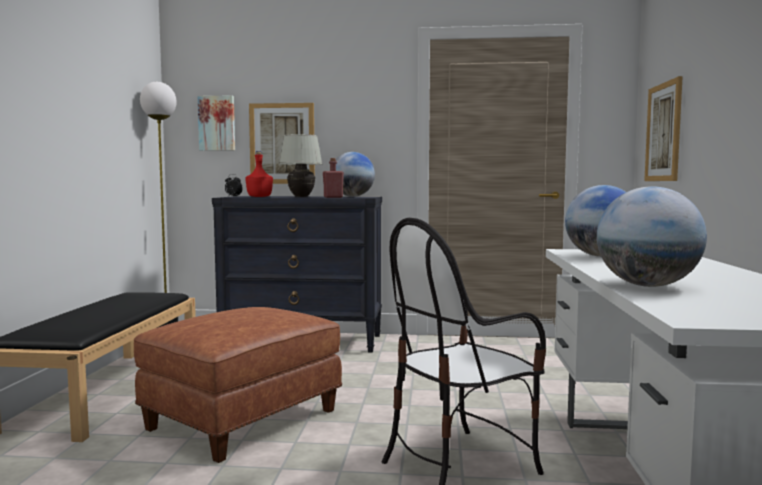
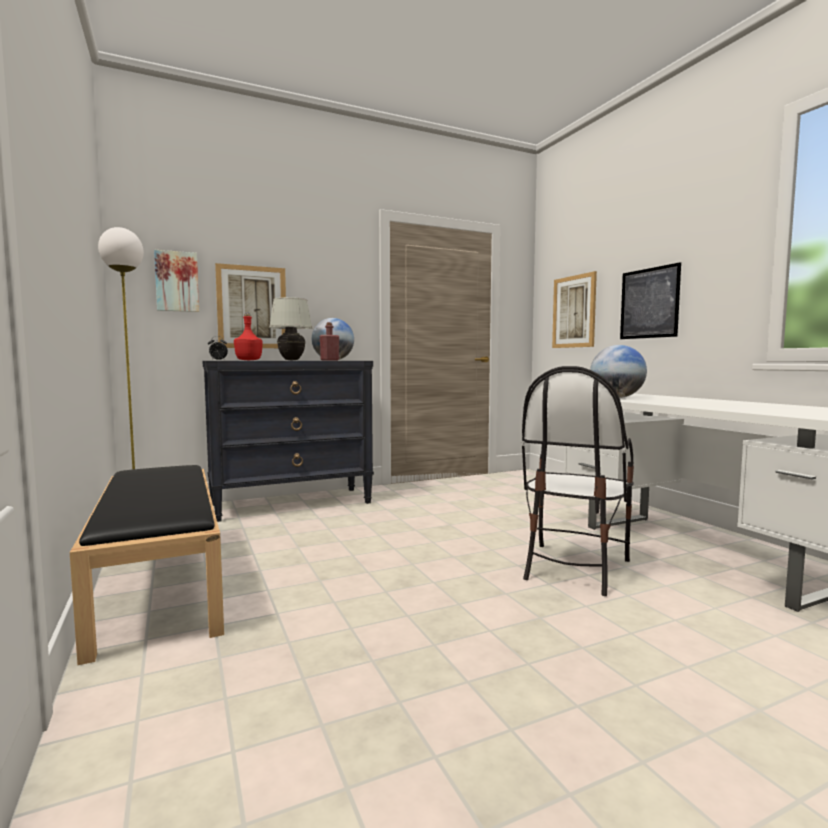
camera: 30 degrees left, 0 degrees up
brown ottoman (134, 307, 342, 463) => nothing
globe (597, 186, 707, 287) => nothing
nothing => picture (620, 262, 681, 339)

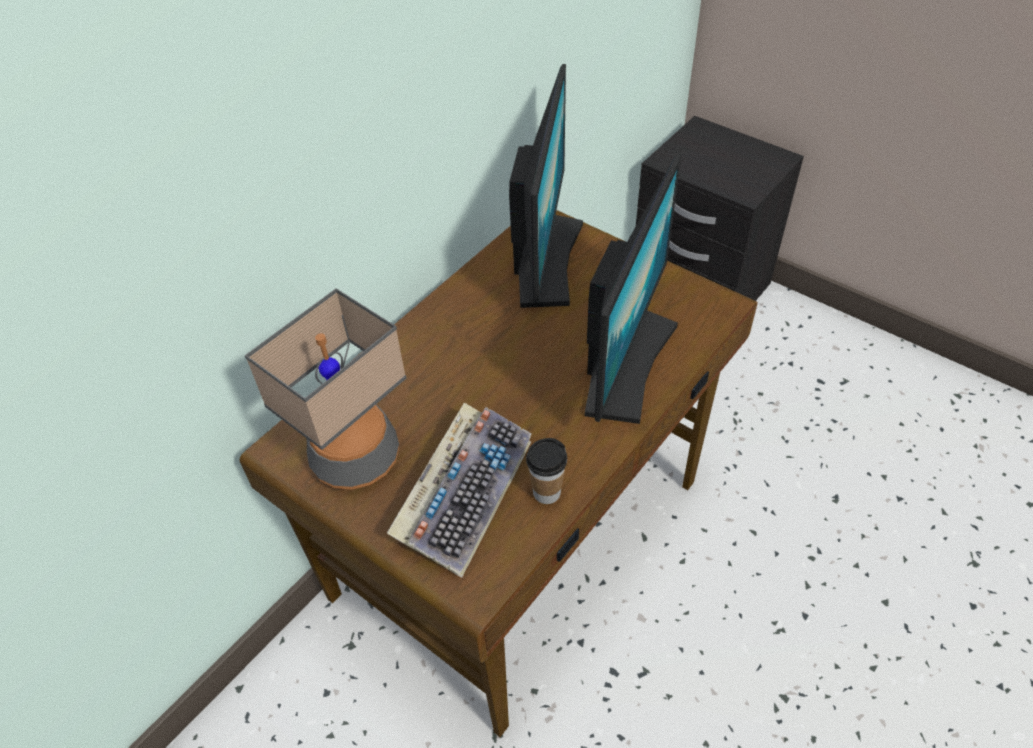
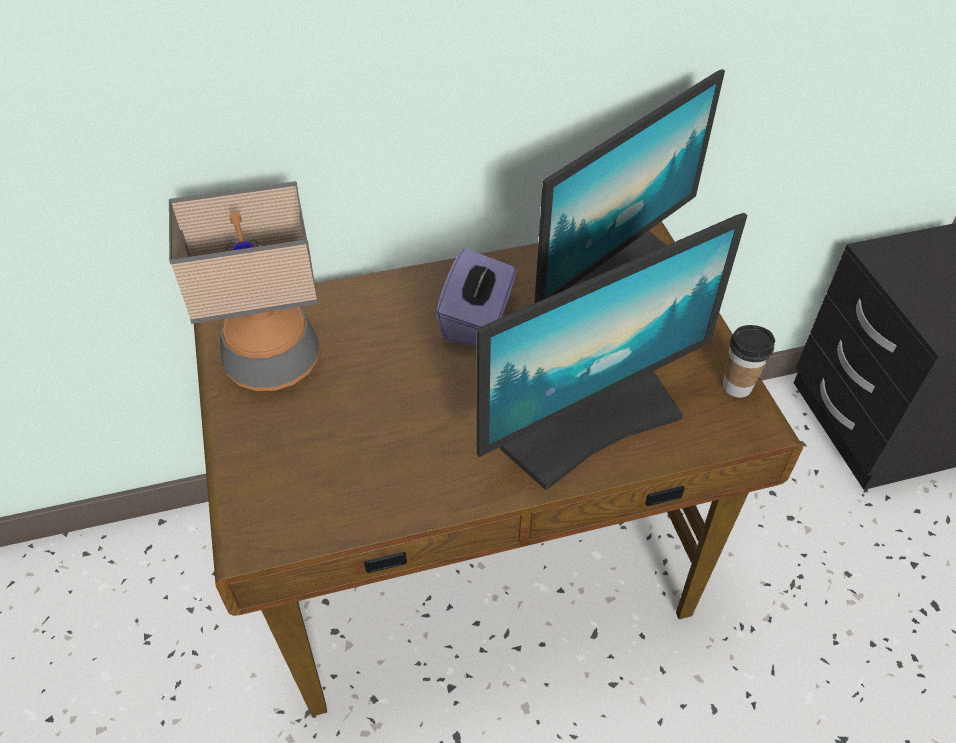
camera: 35 degrees right, 0 degrees up
keyboard (387, 403, 532, 577) => nothing
nothing => purple tissue box (436, 248, 516, 346)
cup (526, 438, 567, 504) => cup (723, 325, 775, 398), relocated

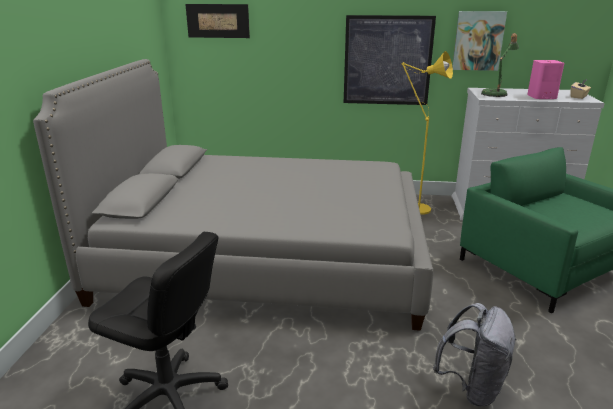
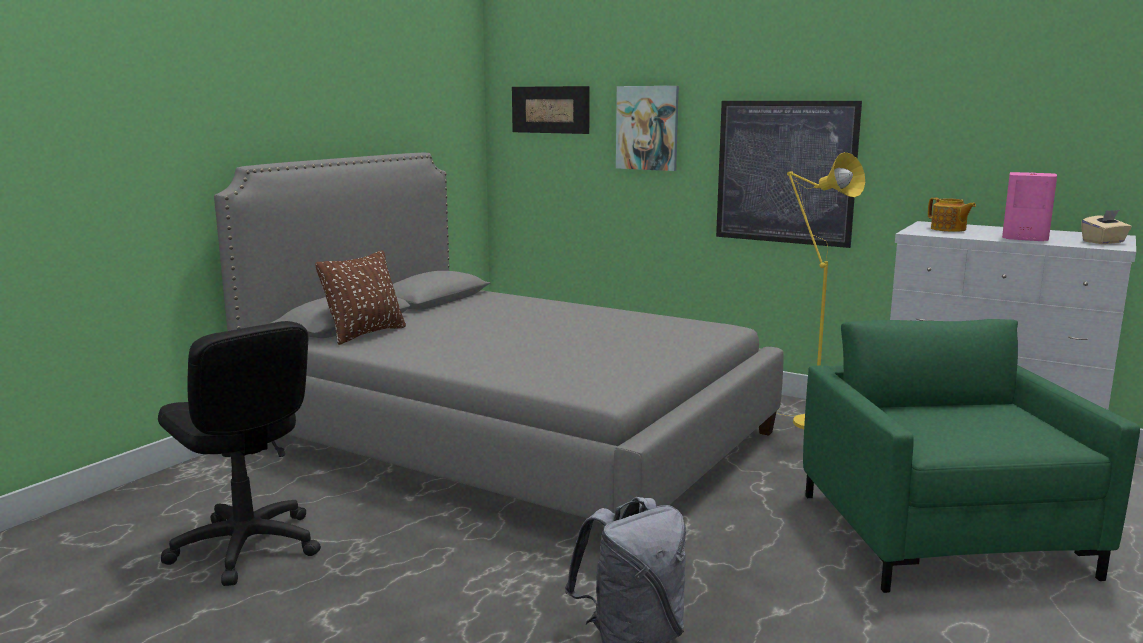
camera: 25 degrees right, 10 degrees down
nothing => brown pillow (315, 250, 406, 345)
picture (452, 11, 507, 71) => picture (616, 86, 679, 171), relocated
table lamp (481, 33, 519, 97) => teapot (928, 198, 976, 232)

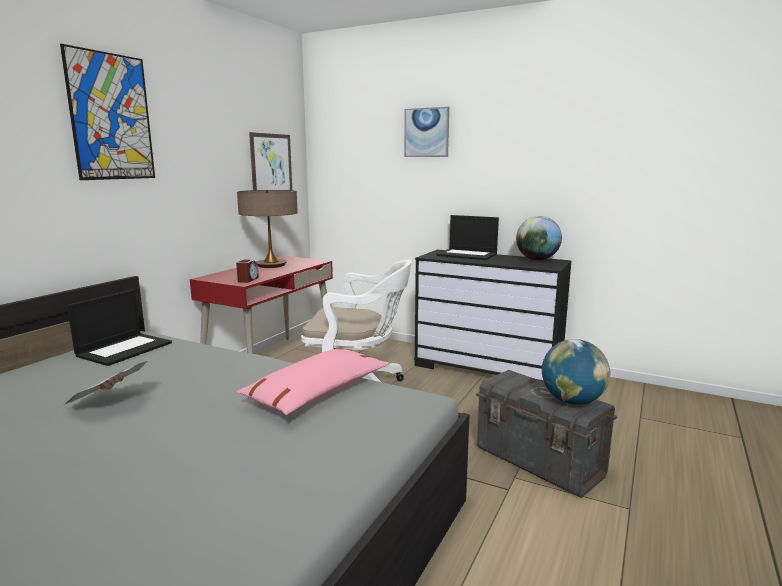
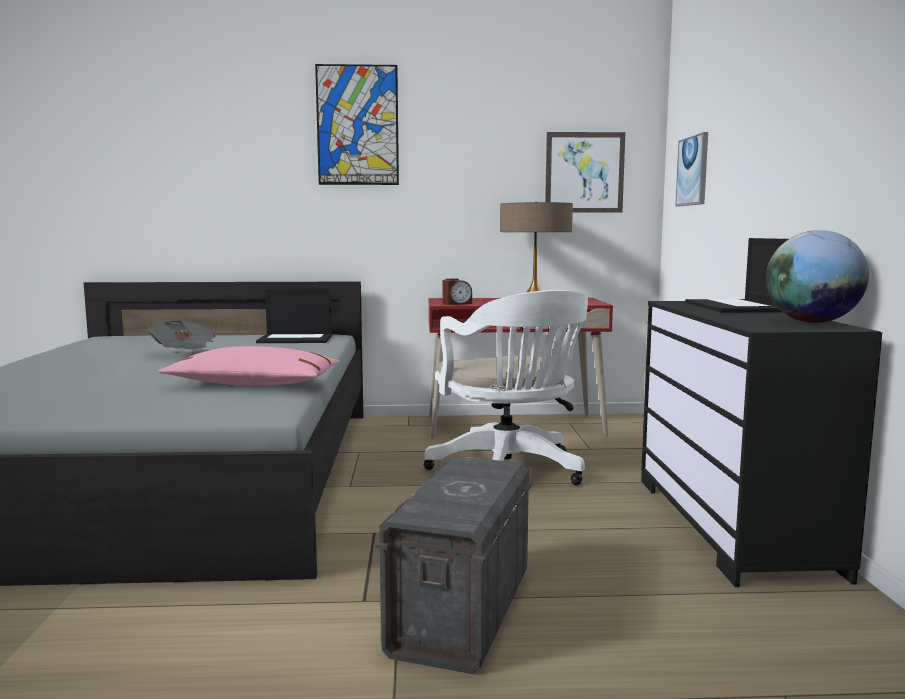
camera: 60 degrees right, 5 degrees down
globe (542, 339, 610, 405) => nothing
picture (404, 107, 449, 157) => picture (675, 132, 708, 206), relocated

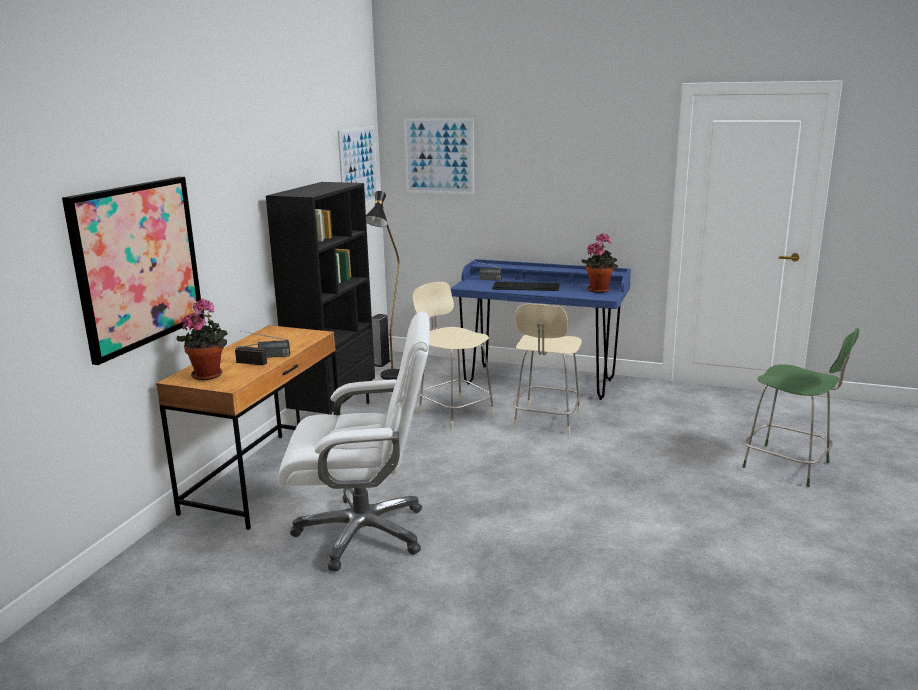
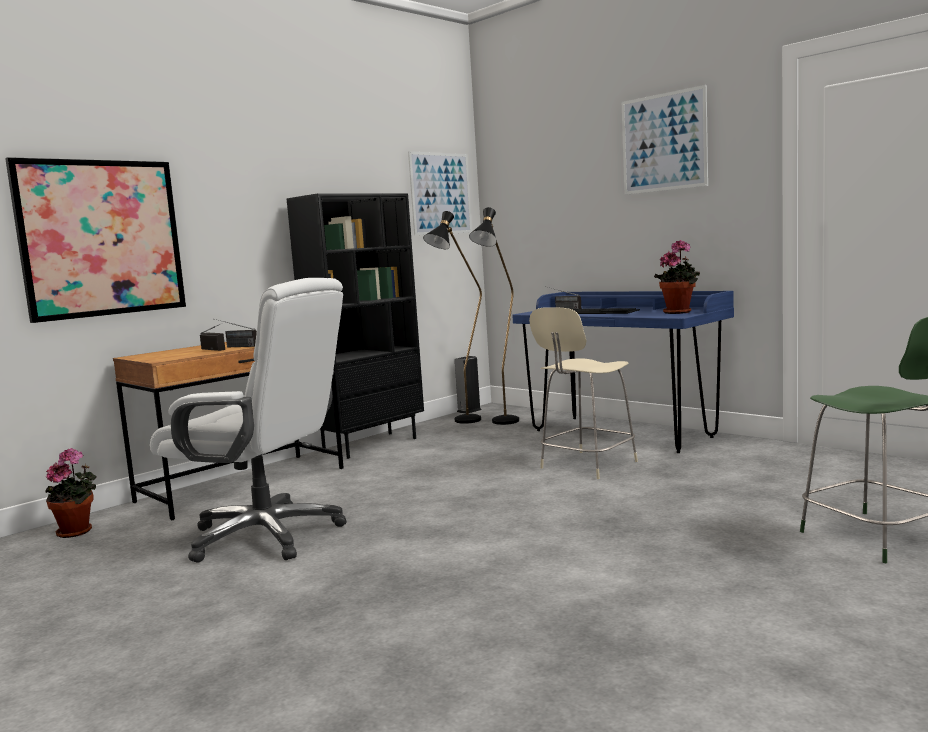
camera: 25 degrees right, 10 degrees down
beige chair (412, 282, 494, 429) => nothing
nothing => black floor lamp (469, 207, 519, 425)
potted plant (176, 299, 228, 380) => potted plant (45, 448, 97, 538), relocated
picture (404, 118, 474, 194) => picture (622, 85, 708, 195), relocated

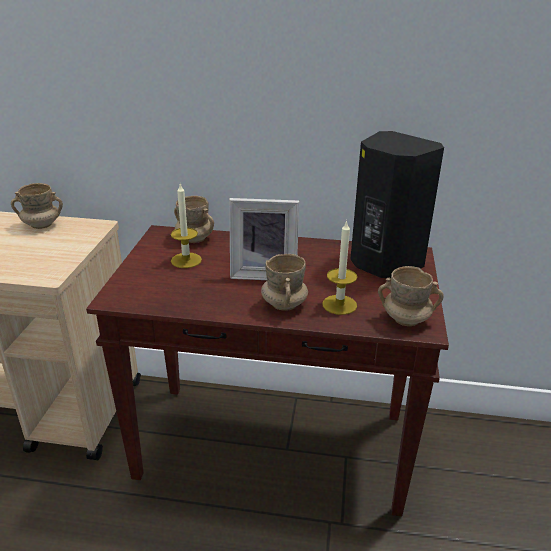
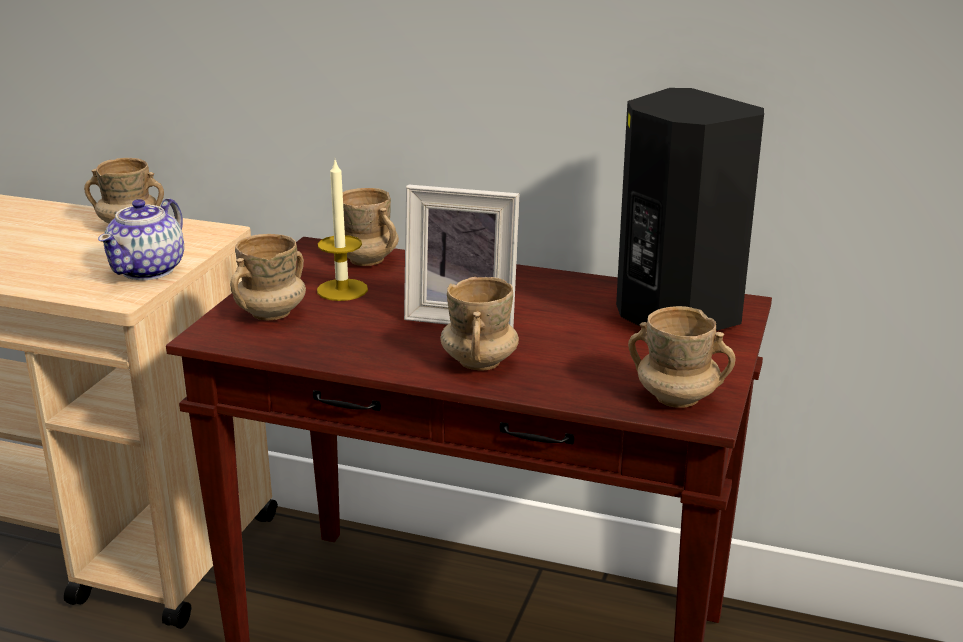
camera: 10 degrees right, 5 degrees down
candle (322, 220, 357, 315) => nothing
nothing => teapot (98, 198, 184, 280)
nothing => beige mug (230, 234, 306, 320)

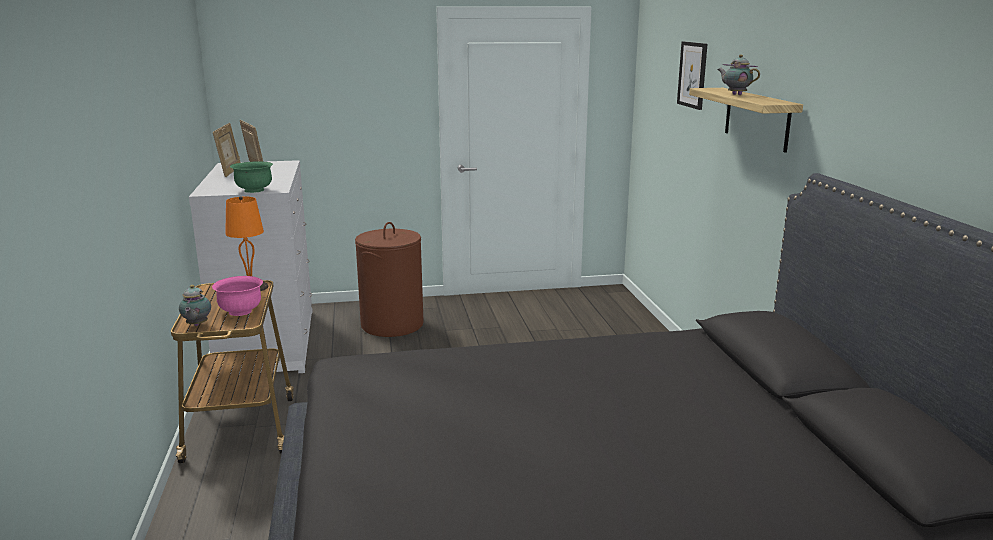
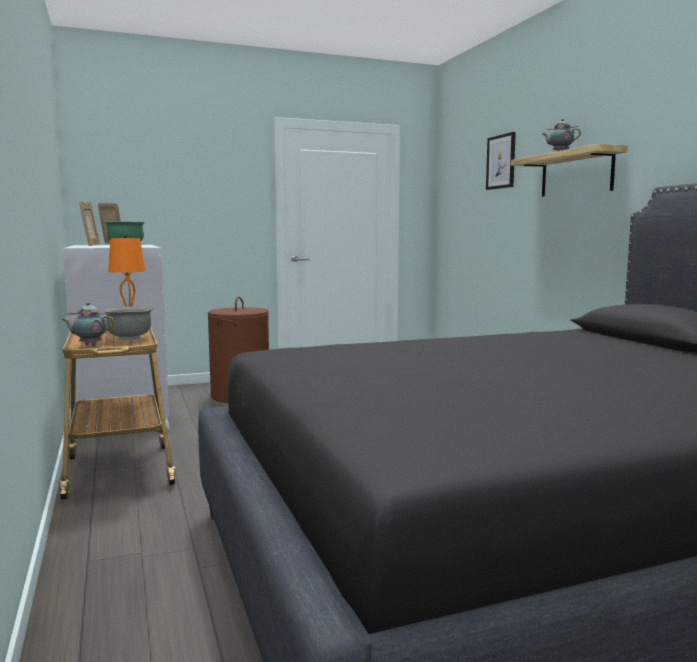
camera: 10 degrees left, 10 degrees down
pink bowl (212, 276, 263, 316) => grey bowl (102, 306, 153, 341)
teapot (179, 285, 211, 326) => teapot (61, 302, 115, 345), 105 degrees clockwise

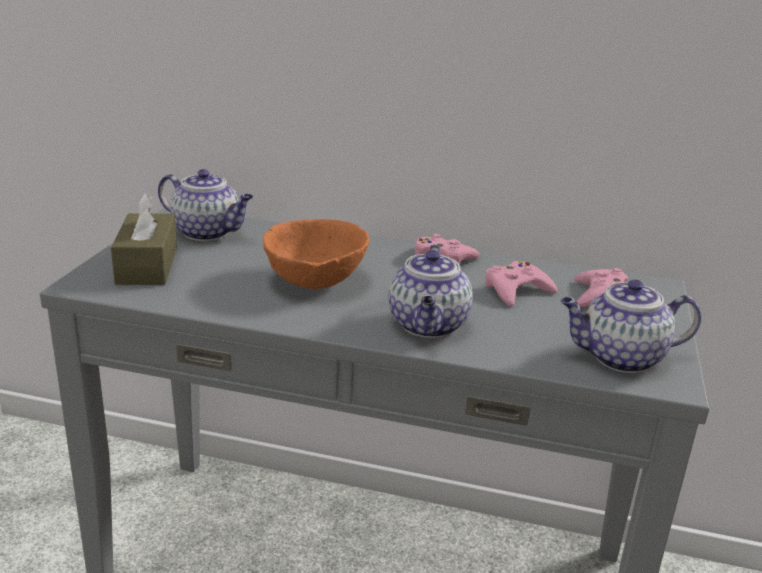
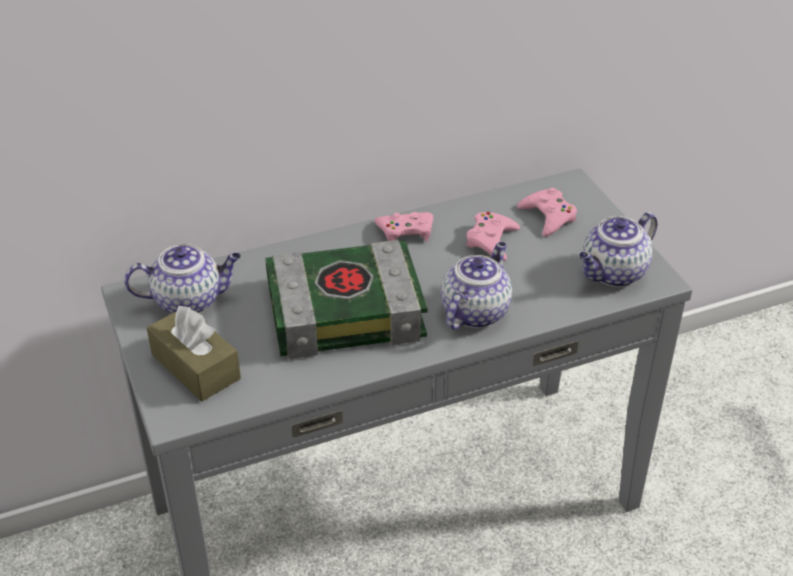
camera: 35 degrees left, 15 degrees up
orange bowl (263, 219, 369, 289) => book (265, 240, 428, 359)
teapot (388, 245, 473, 338) => teapot (441, 242, 512, 329), 120 degrees counterclockwise

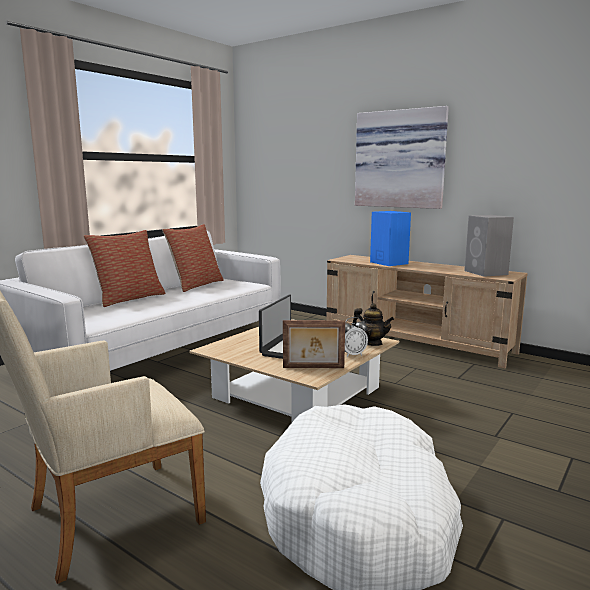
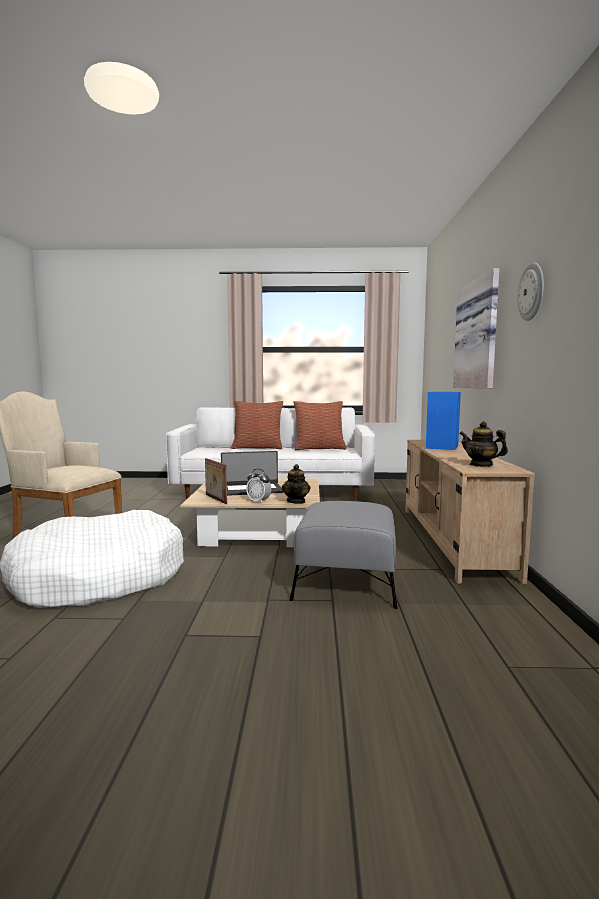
camera: 55 degrees right, 5 degrees down
nothing => grey ottoman (290, 501, 397, 609)
nothing => wall clock (517, 262, 544, 321)
grey speaker (464, 215, 514, 277) => teapot (459, 421, 508, 467)

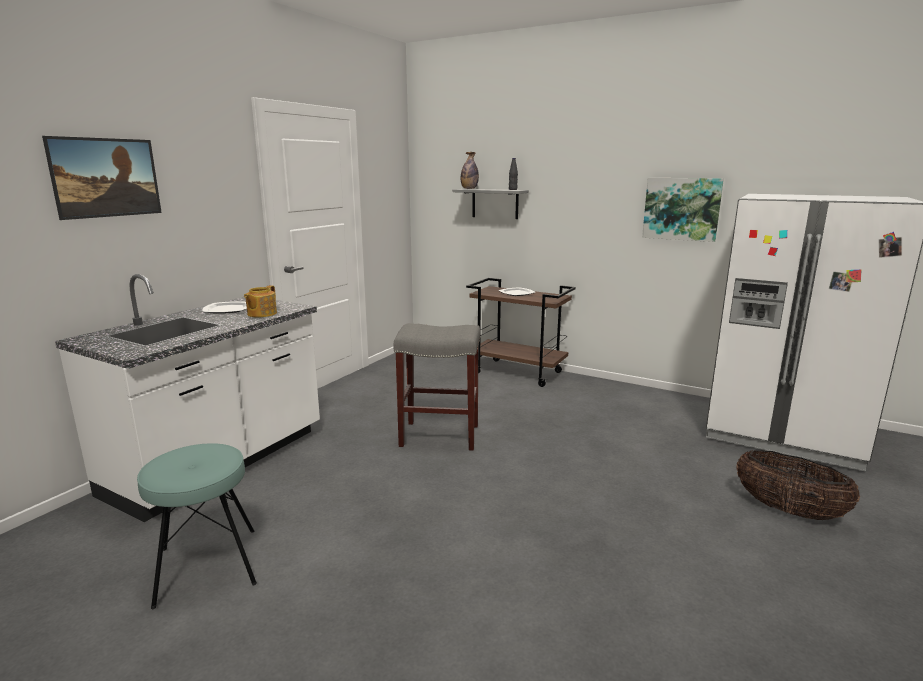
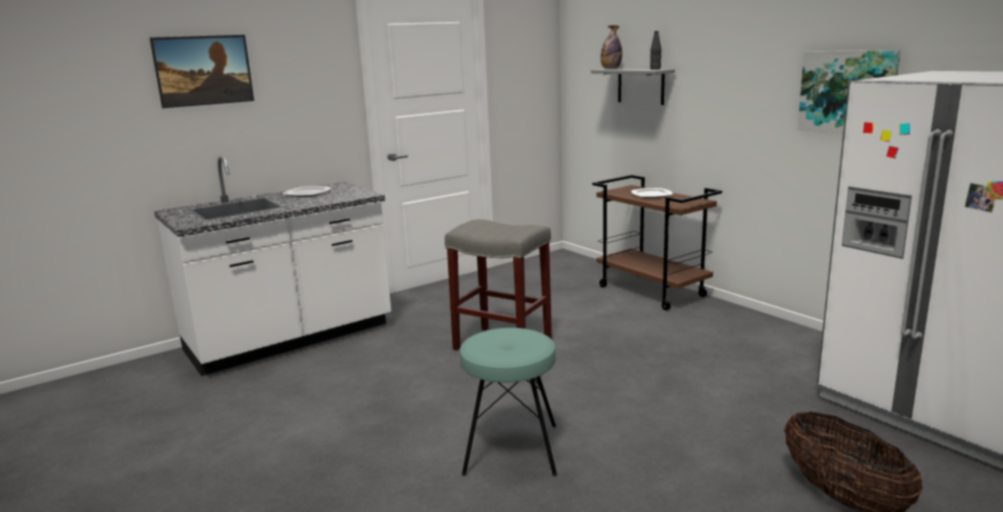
camera: 25 degrees right, 0 degrees up
teapot (244, 285, 277, 317) => nothing
turquoise stool (137, 443, 257, 609) => turquoise stool (460, 328, 557, 476), relocated

